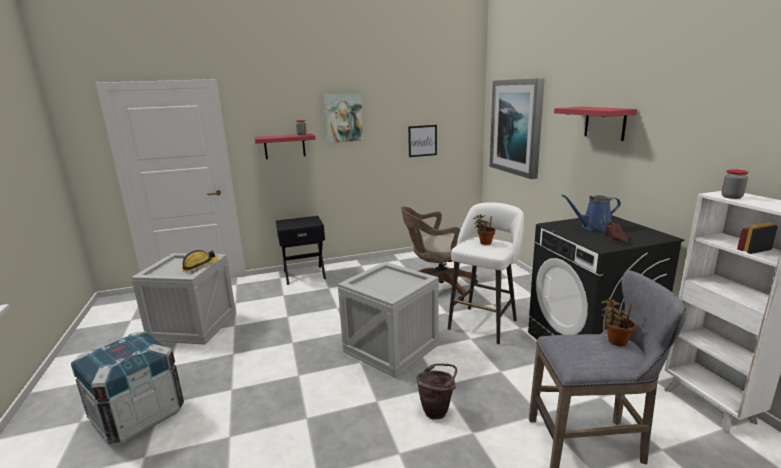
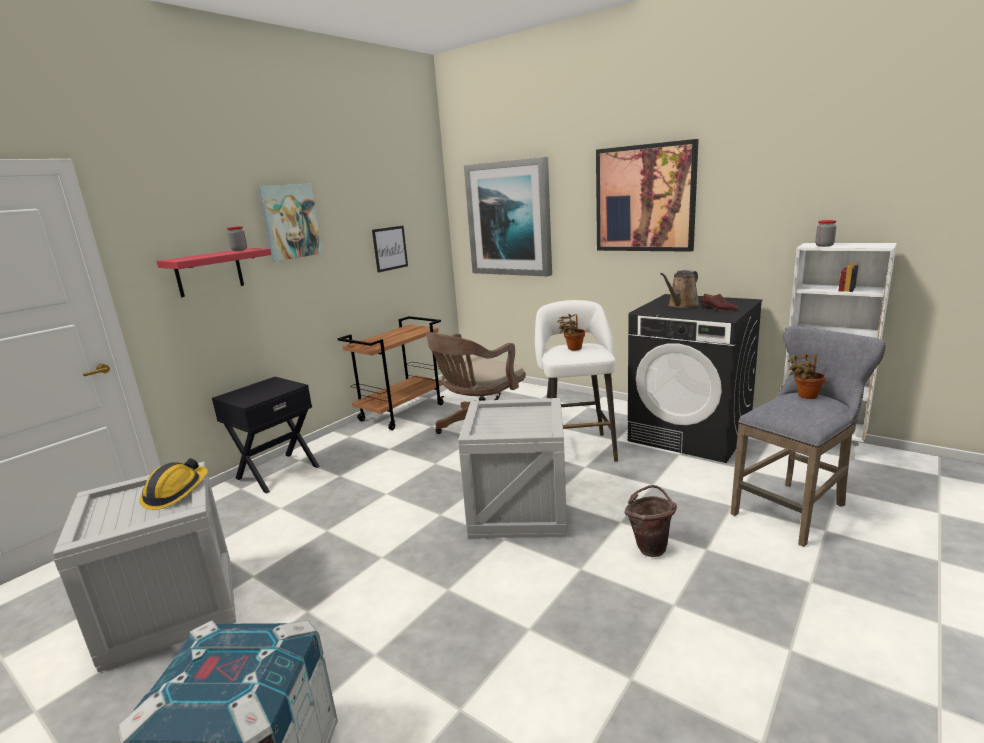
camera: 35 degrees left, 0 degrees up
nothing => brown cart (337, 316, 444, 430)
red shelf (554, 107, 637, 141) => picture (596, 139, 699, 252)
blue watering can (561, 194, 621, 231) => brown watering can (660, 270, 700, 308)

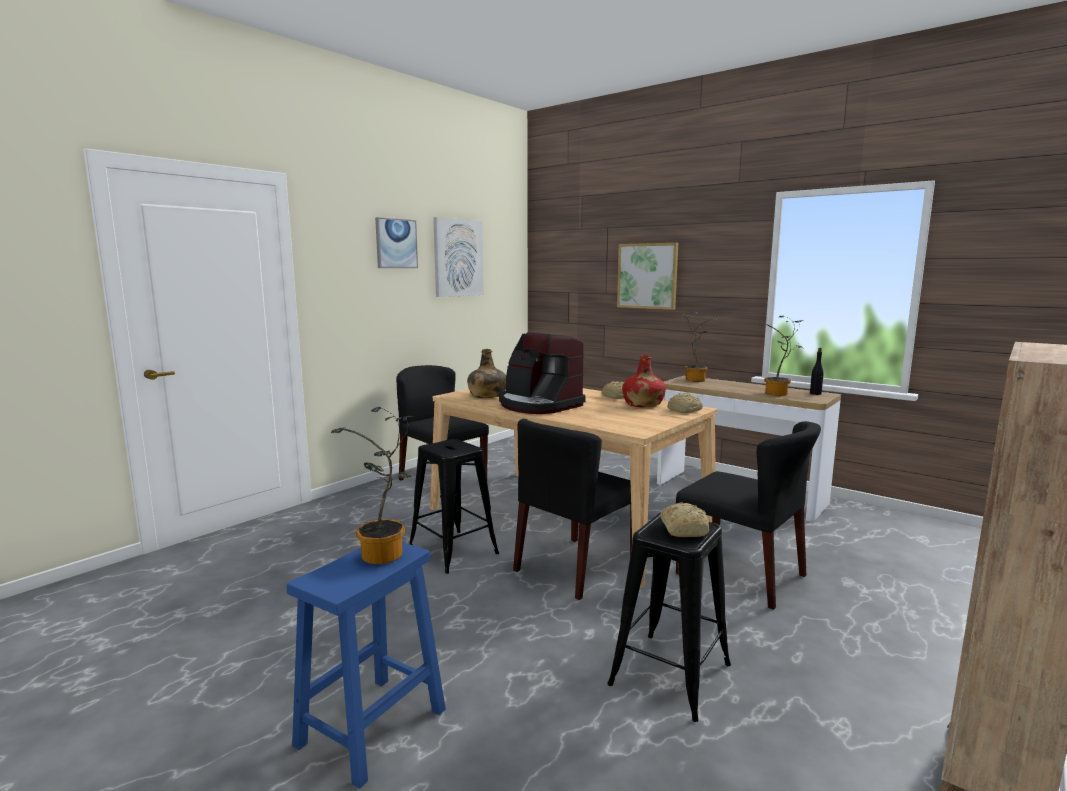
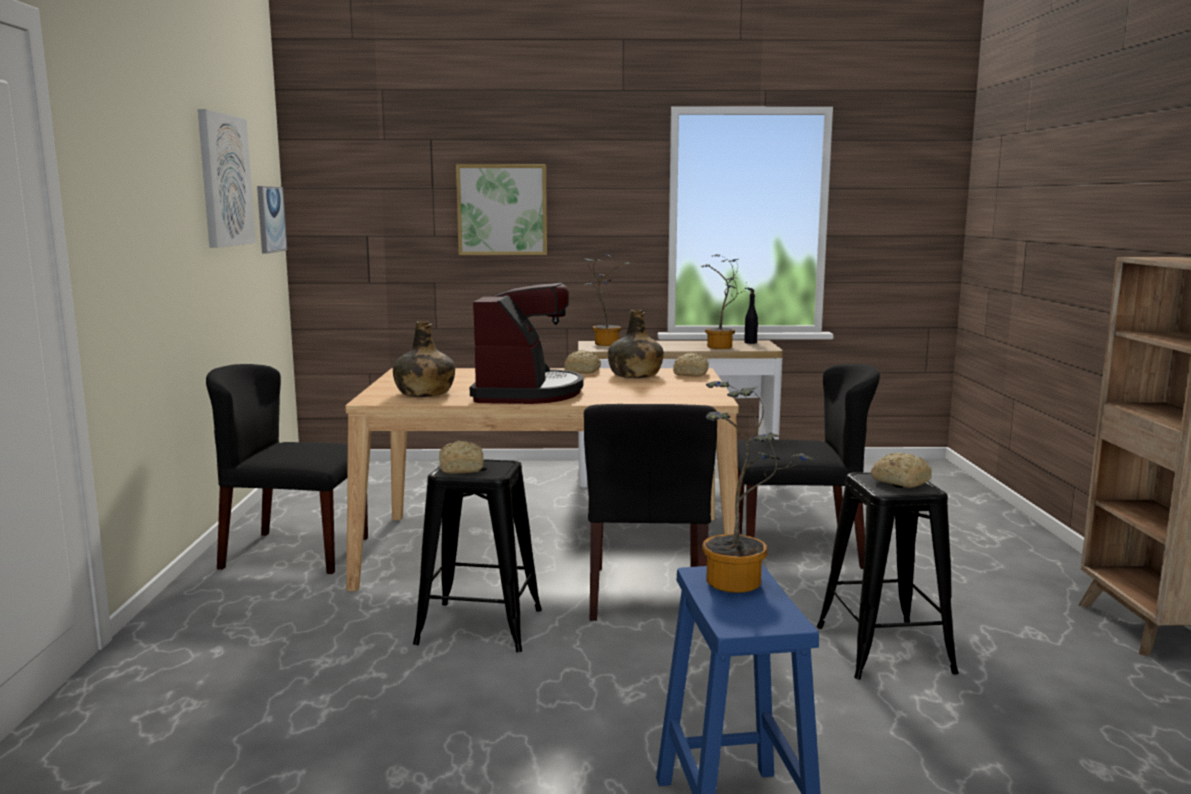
camera: 40 degrees left, 0 degrees up
nothing => bread (439, 441, 484, 474)
picture (375, 217, 418, 268) => picture (257, 186, 287, 254), relocated
red bottle (622, 355, 666, 408) => green bottle (608, 309, 664, 378)
coffee machine (499, 332, 586, 414) => coffee machine (470, 283, 583, 404), 90 degrees counterclockwise

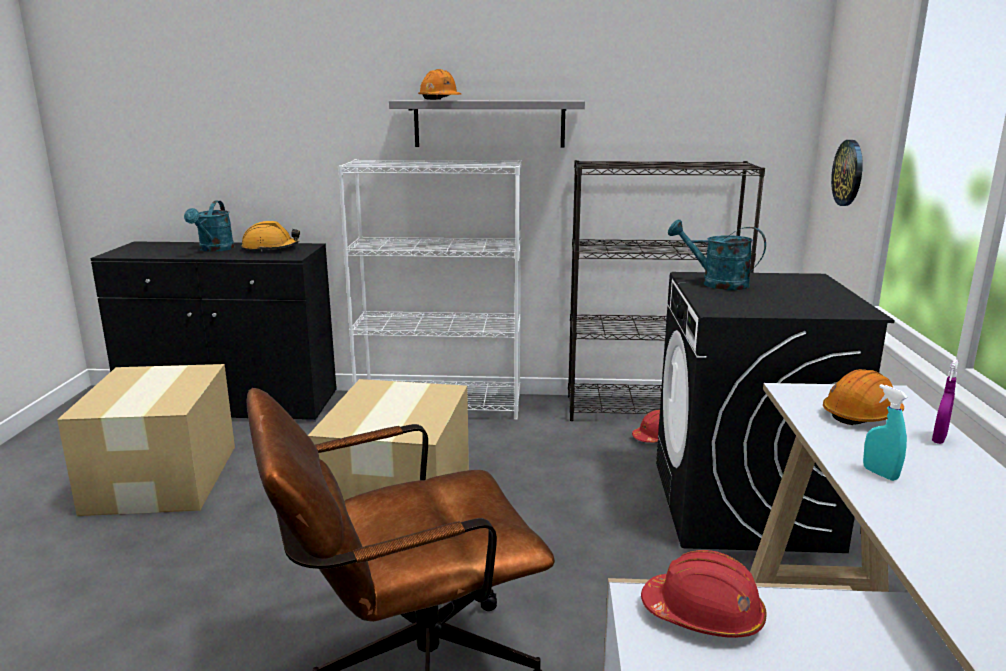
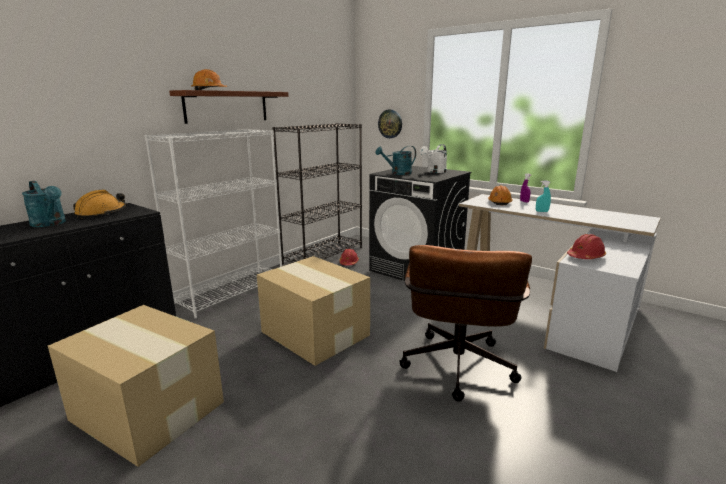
camera: 55 degrees left, 0 degrees up
nothing => white watering can (420, 144, 447, 173)
grey shelf (389, 100, 585, 148) => brown shelf (169, 90, 288, 124)

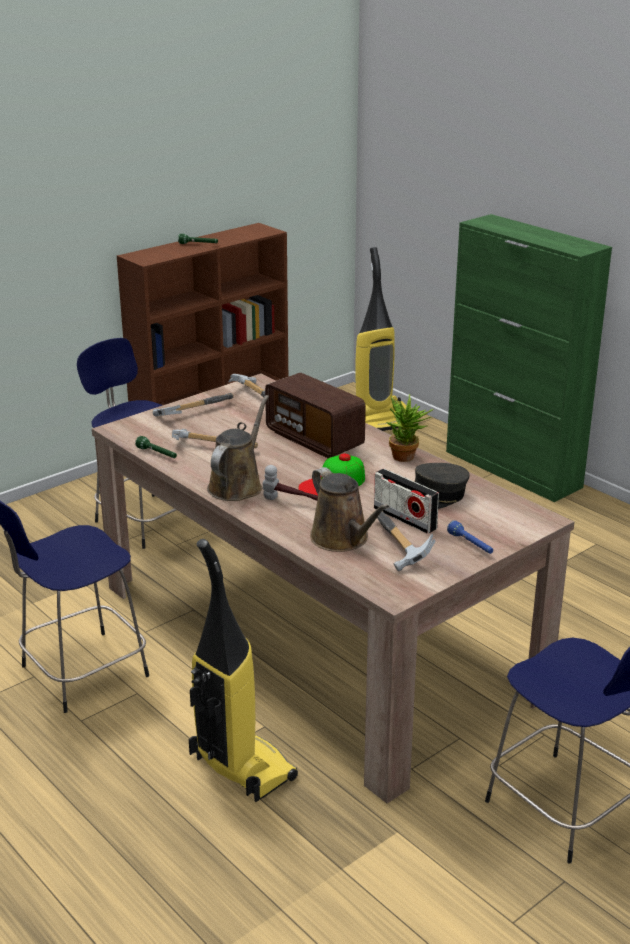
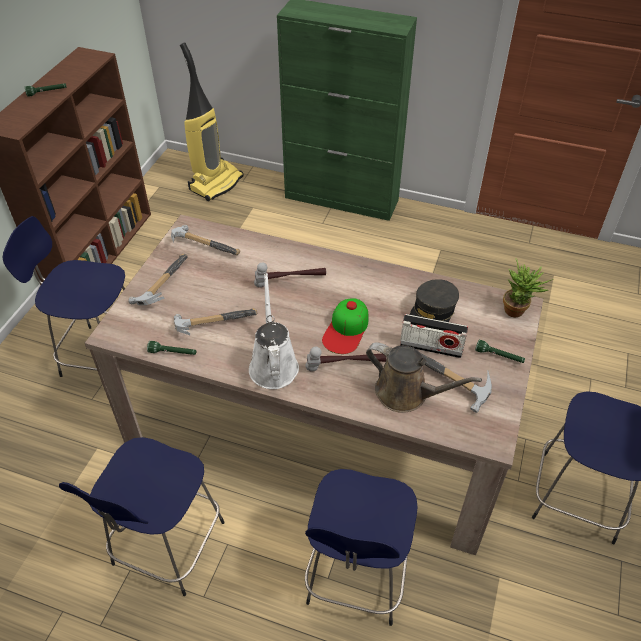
camera: 30 degrees left, 20 degrees up
potted plant (386, 394, 434, 462) => potted plant (503, 258, 553, 317), relocated
vacuum cleaner (189, 539, 298, 802) => blue stool (305, 469, 418, 626)
radio (265, 373, 366, 458) => hammer (254, 263, 326, 288)
brown watering can (207, 395, 269, 501) => white watering can (249, 273, 299, 389)
blue flashlight (447, 520, 493, 554) => green flashlight (475, 340, 525, 363)

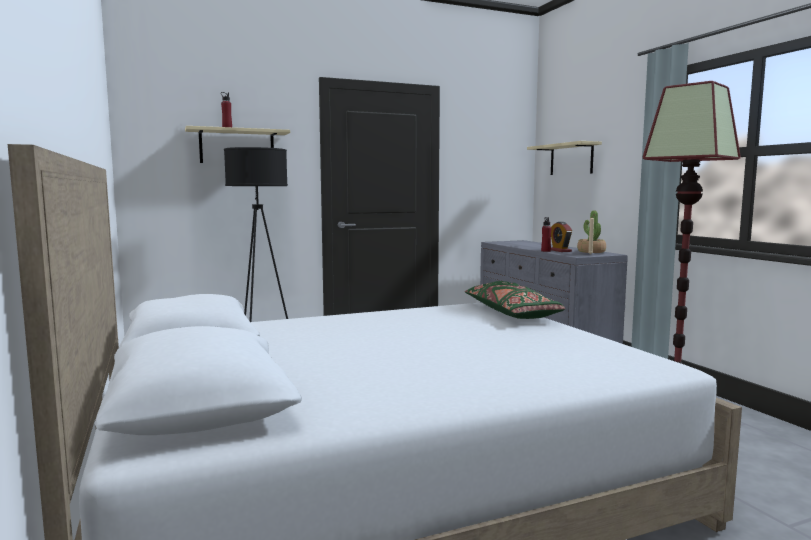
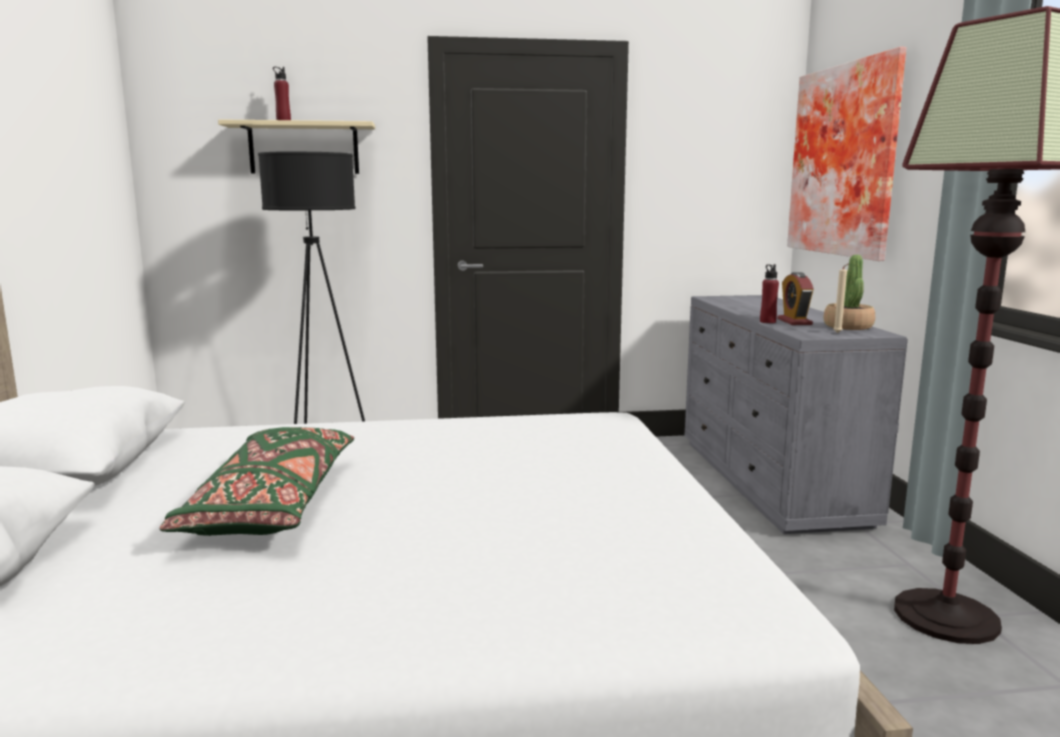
camera: 15 degrees right, 5 degrees up
green pillow (465, 281, 565, 319) => green pillow (159, 427, 354, 536), relocated
beige shelf (527, 141, 602, 175) => picture (787, 47, 906, 261)

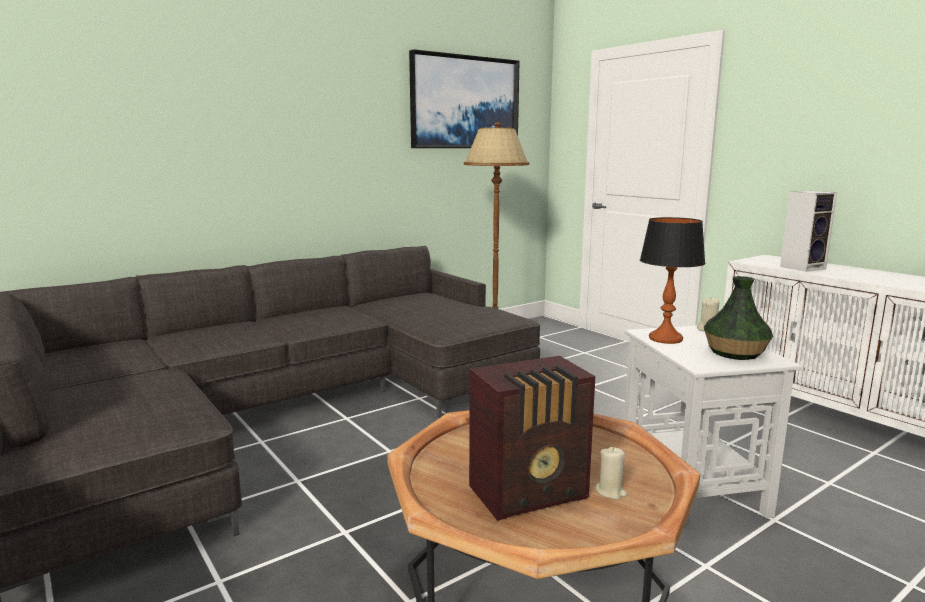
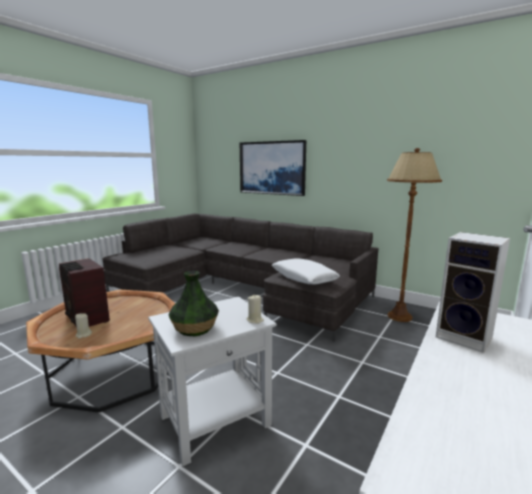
camera: 70 degrees right, 0 degrees up
table lamp (640, 217, 705, 344) => nothing
nothing => white pillow (272, 258, 340, 285)
picture (409, 49, 520, 148) => picture (240, 140, 306, 196), relocated

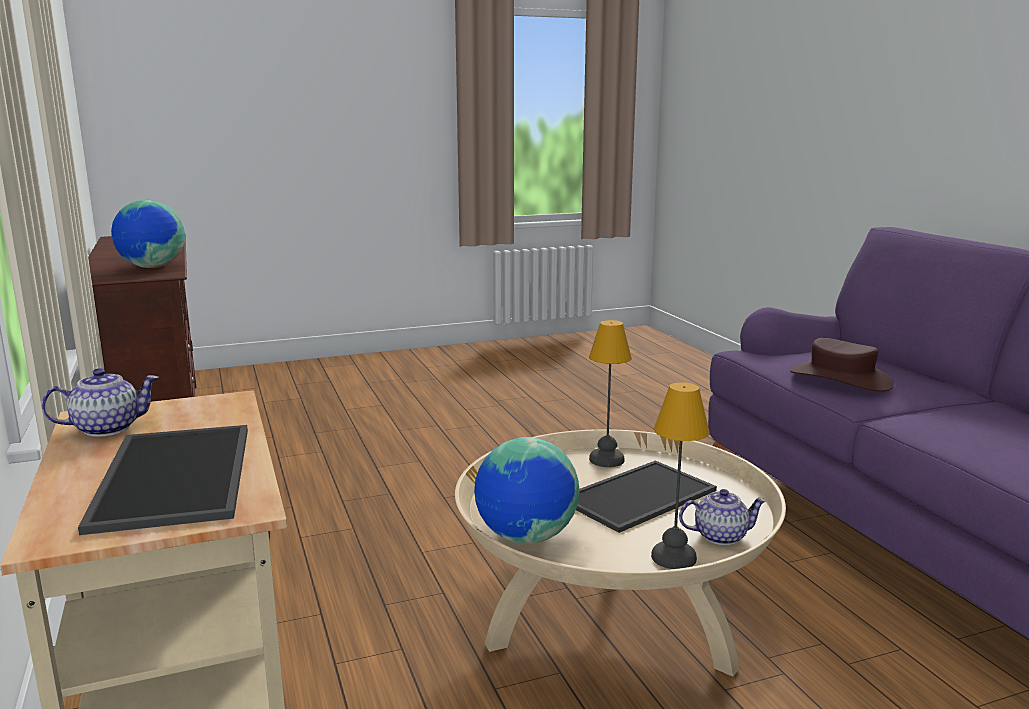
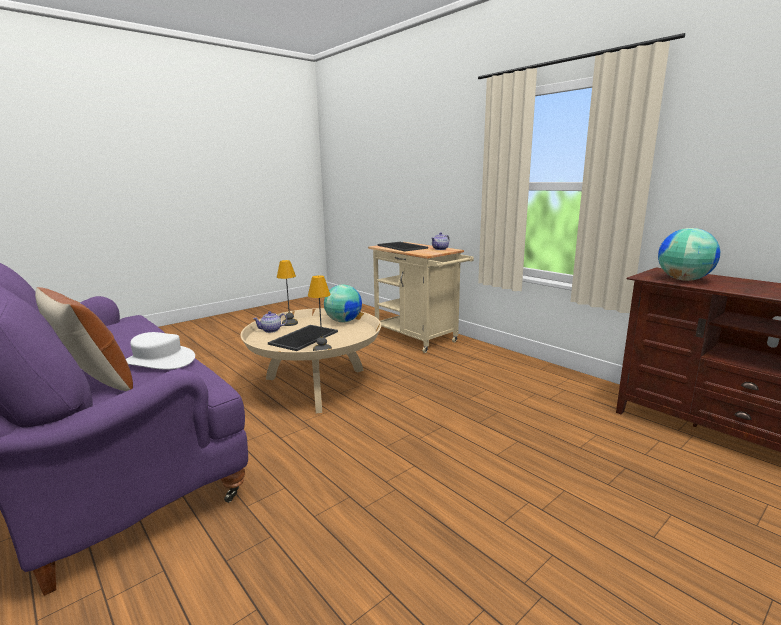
camera: 160 degrees right, 0 degrees up
nothing => brown pillow (35, 287, 133, 391)
brown hat (790, 338, 894, 392) => white hat (126, 332, 195, 370)

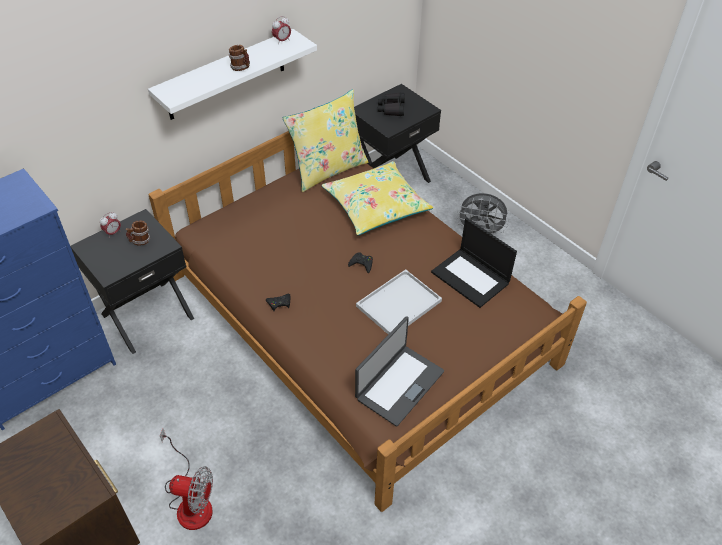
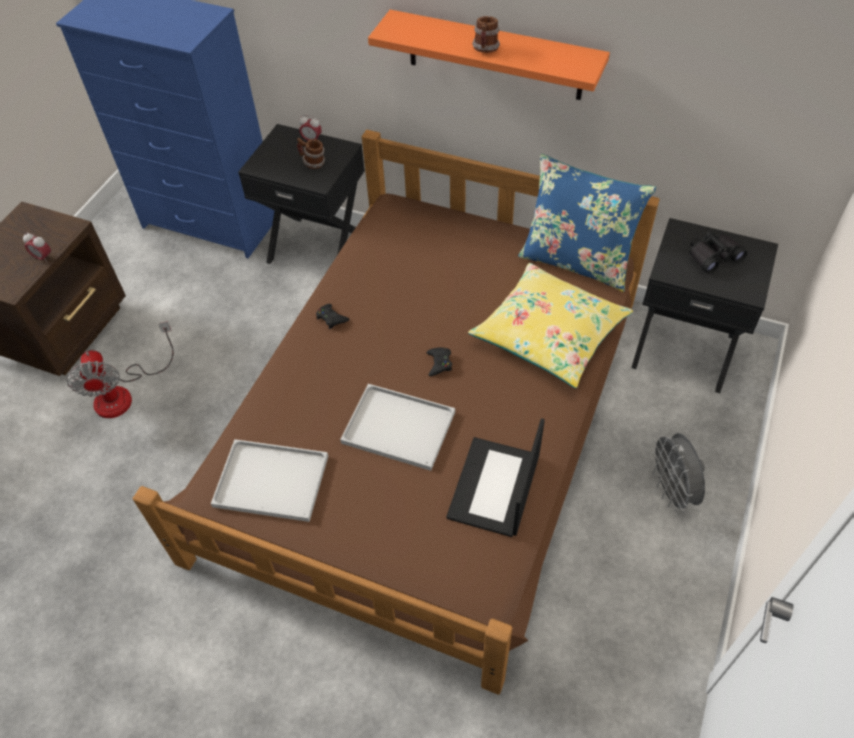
camera: 65 degrees right, 5 degrees up
alarm clock (272, 16, 291, 45) => alarm clock (23, 233, 51, 263), relocated
laptop (355, 316, 444, 427) => white tray (211, 439, 328, 522)
white shelf (148, 29, 317, 120) => orange shelf (368, 10, 610, 100)
yellow pillow (283, 89, 368, 192) => blue pillow (518, 154, 656, 292)

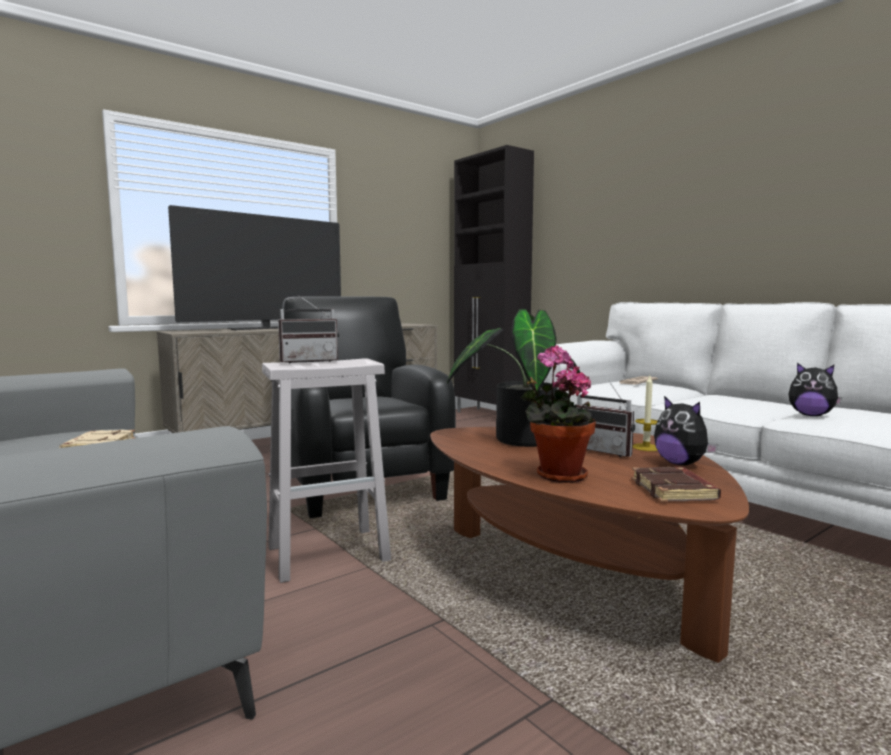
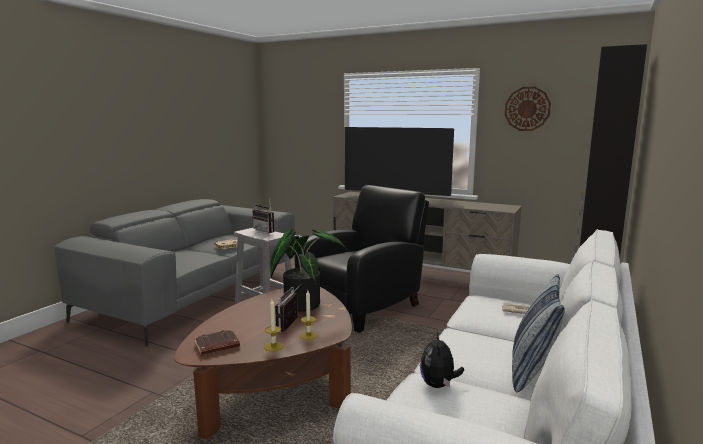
camera: 65 degrees right, 5 degrees up
potted plant (520, 345, 596, 483) => nothing
nothing => wall clock (505, 87, 551, 131)
nothing => pillow (512, 274, 565, 392)
plush toy (654, 396, 718, 465) => candle (264, 300, 283, 351)

